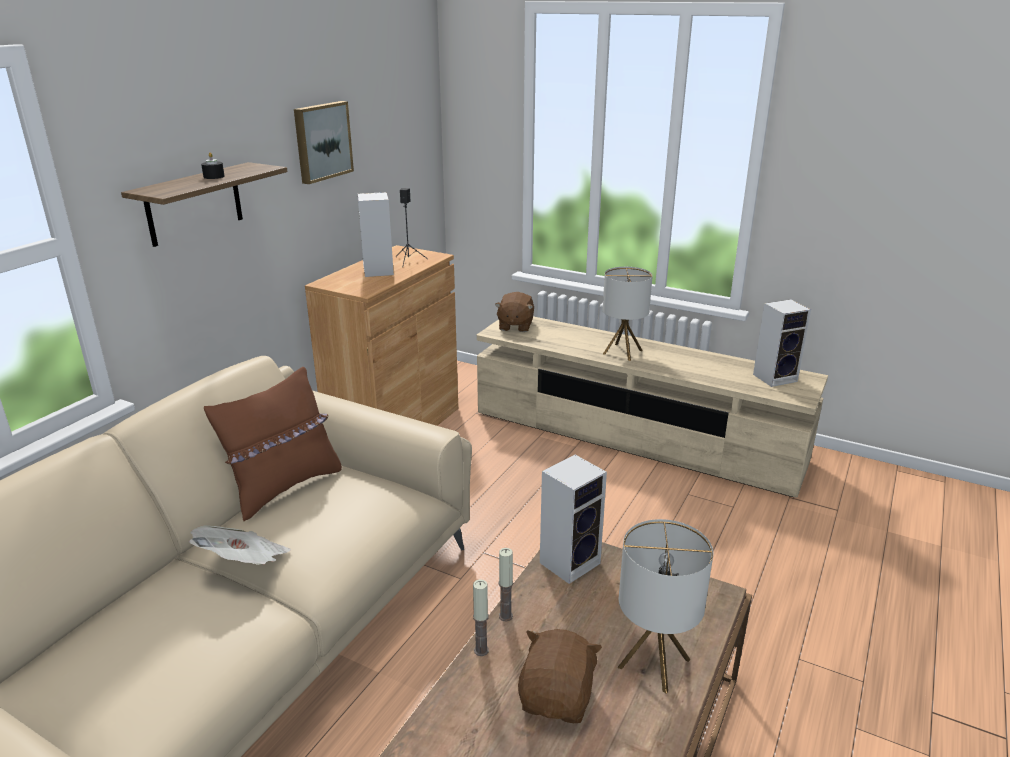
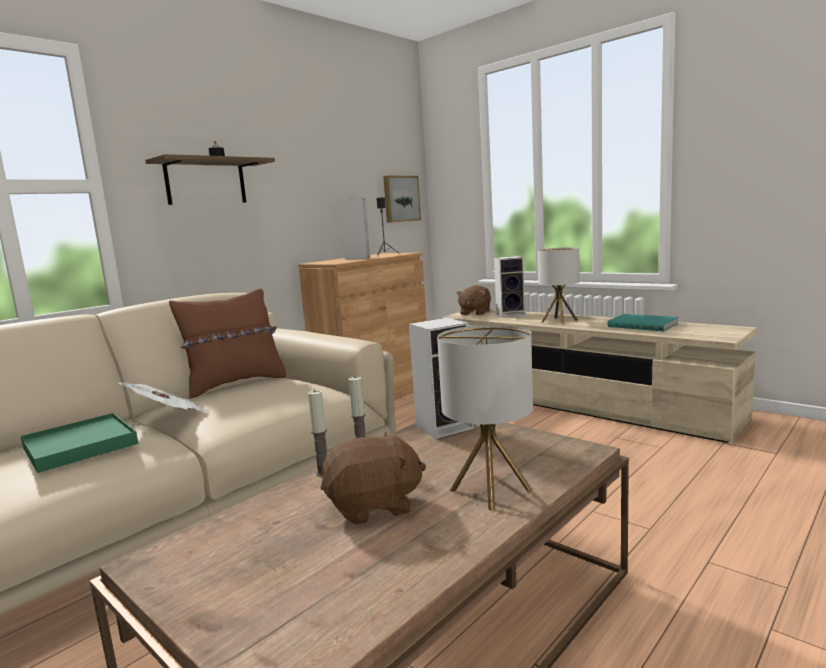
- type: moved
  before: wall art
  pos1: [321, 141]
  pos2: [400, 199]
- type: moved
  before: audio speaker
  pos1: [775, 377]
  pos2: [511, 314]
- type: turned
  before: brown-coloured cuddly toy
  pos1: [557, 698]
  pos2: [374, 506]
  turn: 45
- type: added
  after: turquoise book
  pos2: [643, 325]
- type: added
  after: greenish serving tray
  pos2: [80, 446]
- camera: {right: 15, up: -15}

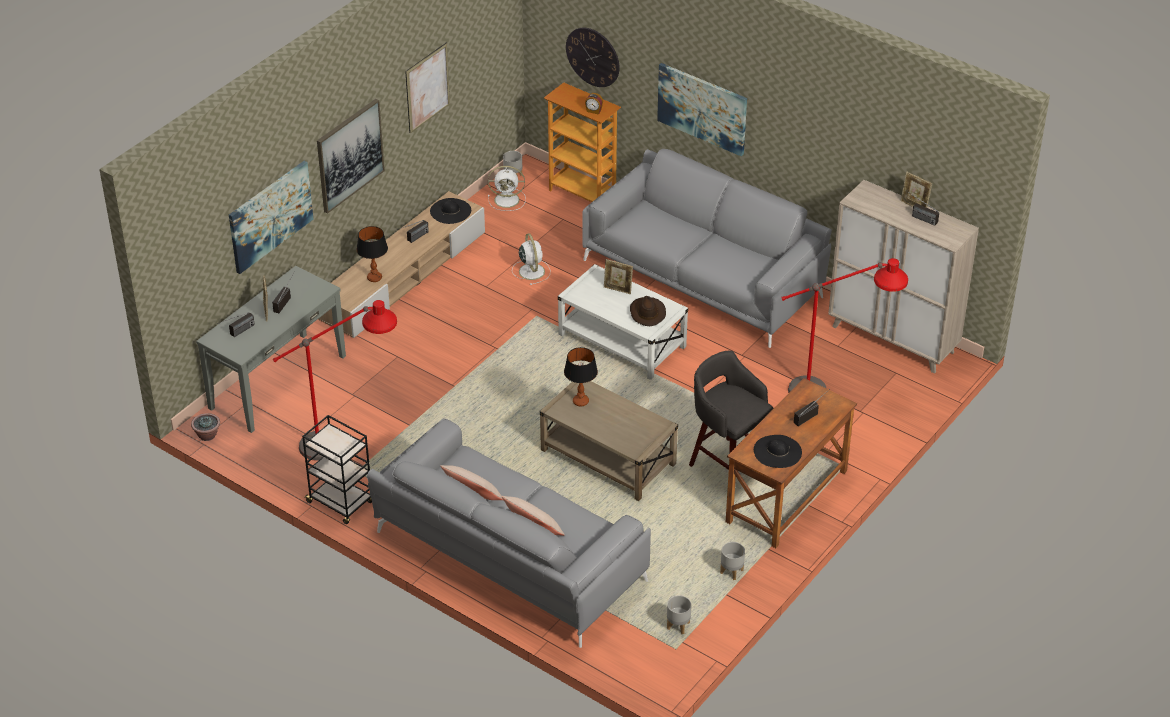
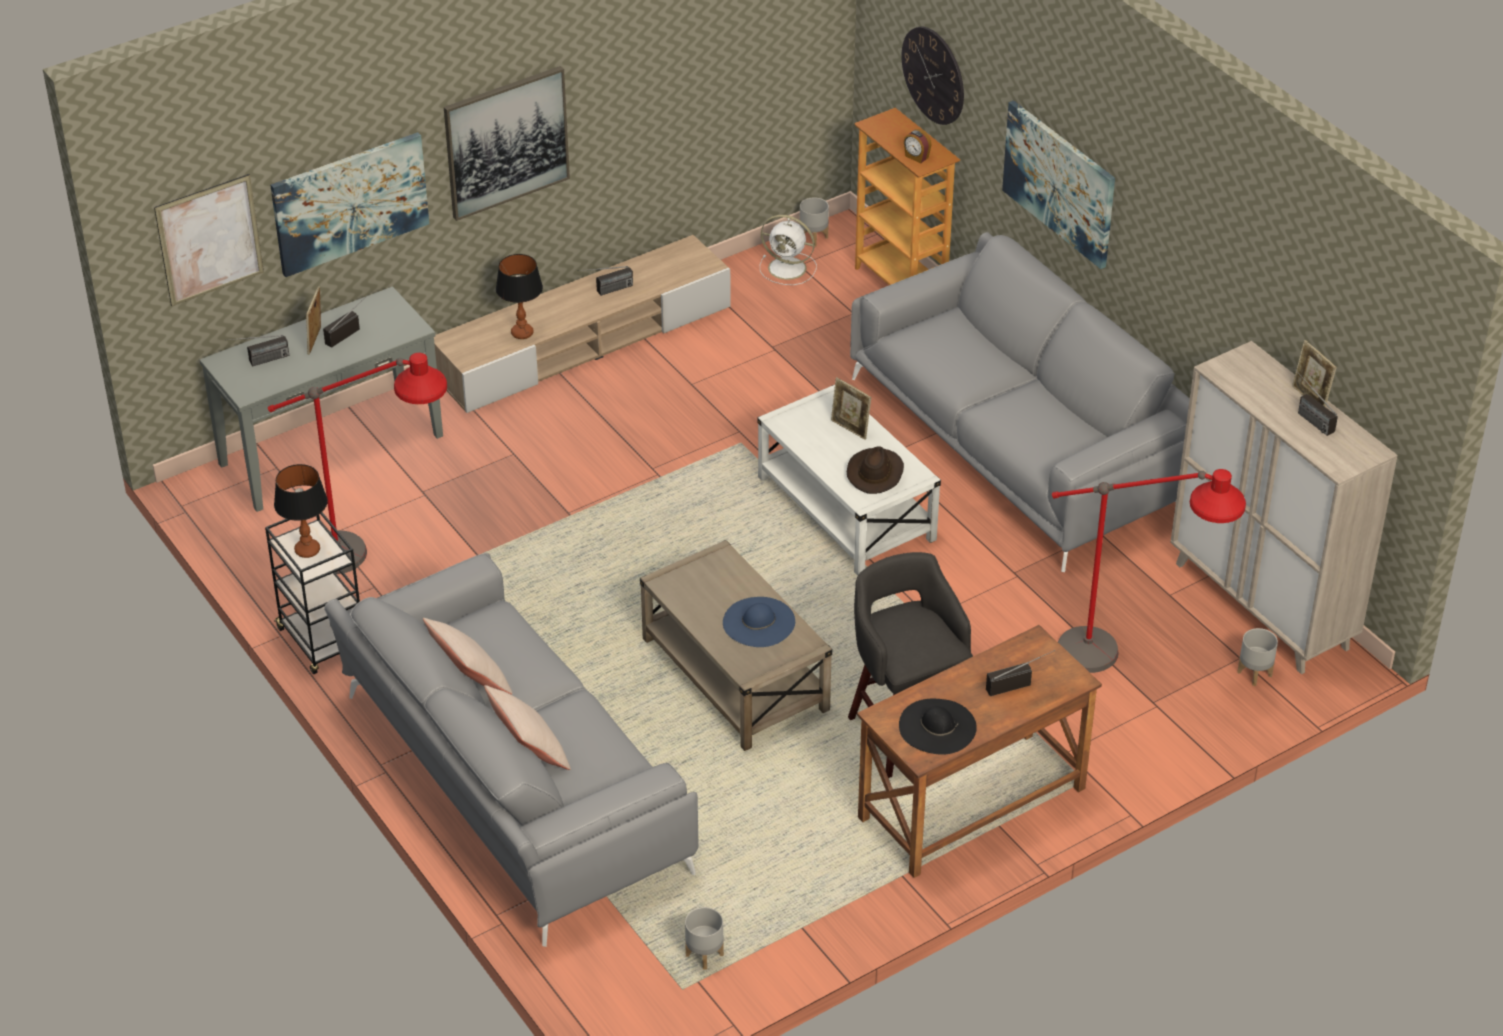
- type: moved
  before: wall art
  pos1: [427, 87]
  pos2: [209, 240]
- type: removed
  before: black-coloured wearable hat
  pos1: [450, 211]
- type: removed
  before: white-coloured electric fan
  pos1: [531, 271]
- type: moved
  before: table lamp
  pos1: [580, 401]
  pos2: [307, 550]
- type: removed
  before: houseplant
  pos1: [207, 435]
- type: moved
  before: gray flower pot
  pos1: [732, 571]
  pos2: [1255, 673]
- type: added
  after: bluish wearable hat
  pos2: [758, 622]
- camera: {right: 20, up: 0}

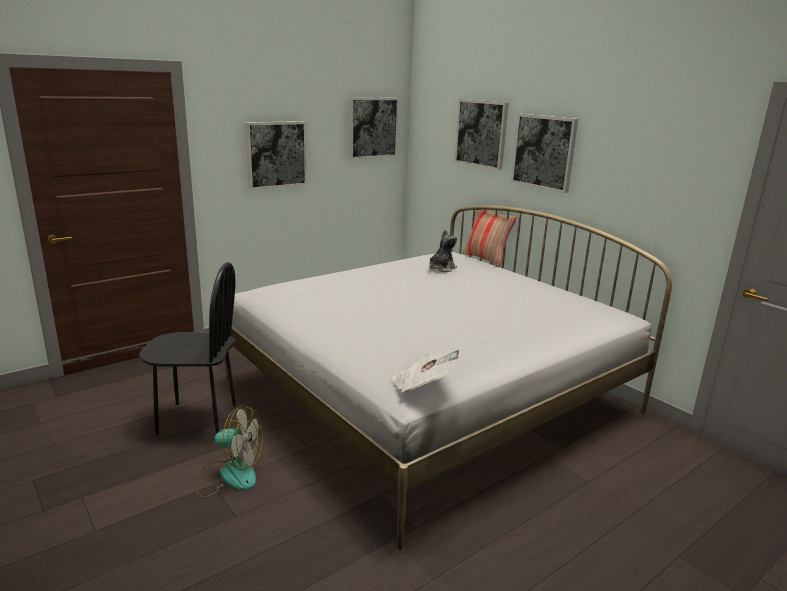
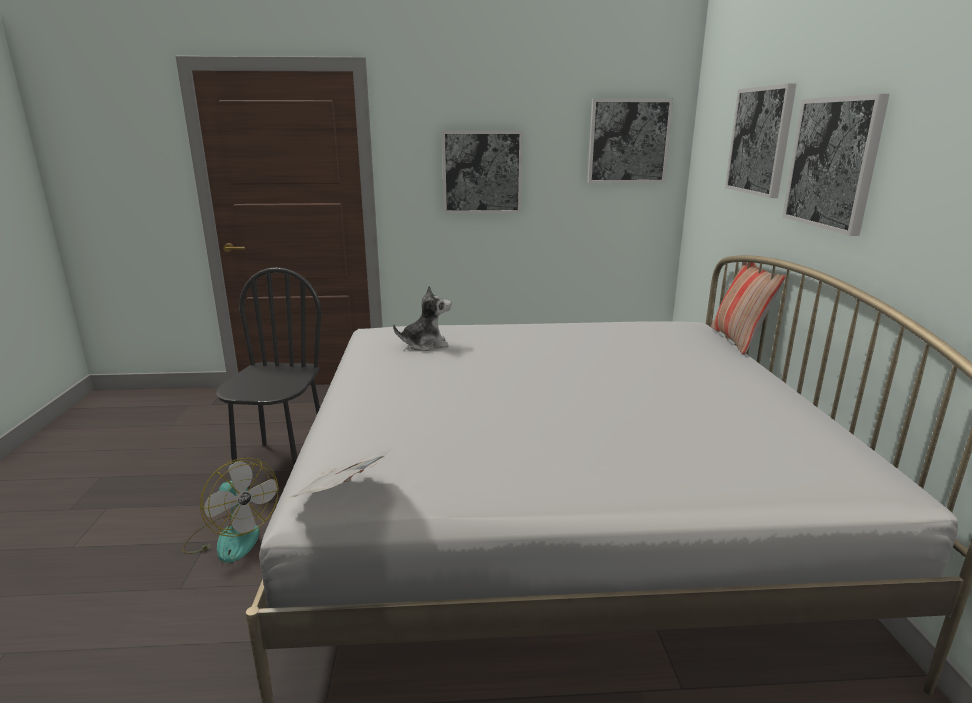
- type: moved
  before: cuddly toy
  pos1: [441, 268]
  pos2: [425, 345]
- type: turned
  before: black-coloured chair
  pos1: [197, 419]
  pos2: [281, 463]
  turn: -120
- camera: {right: 35, up: 0}

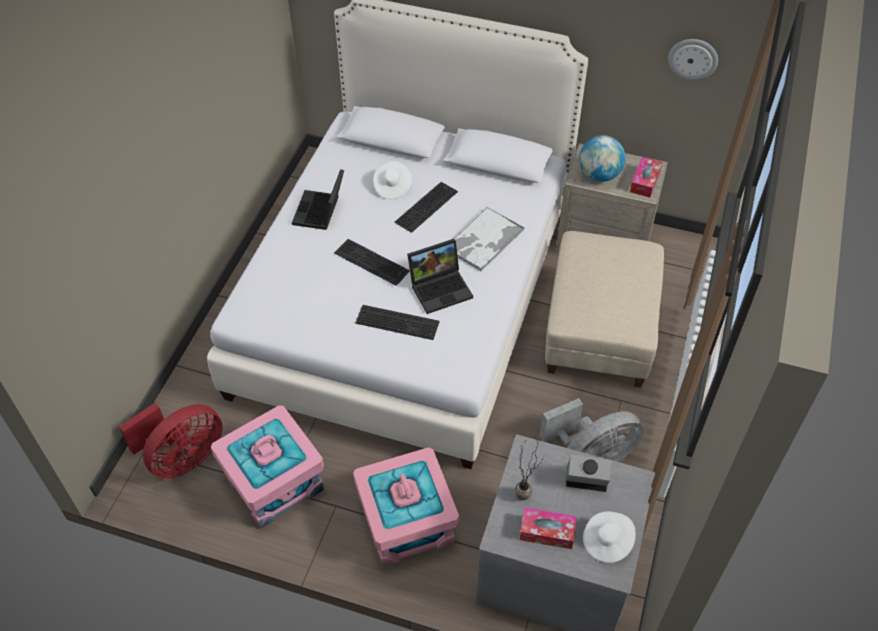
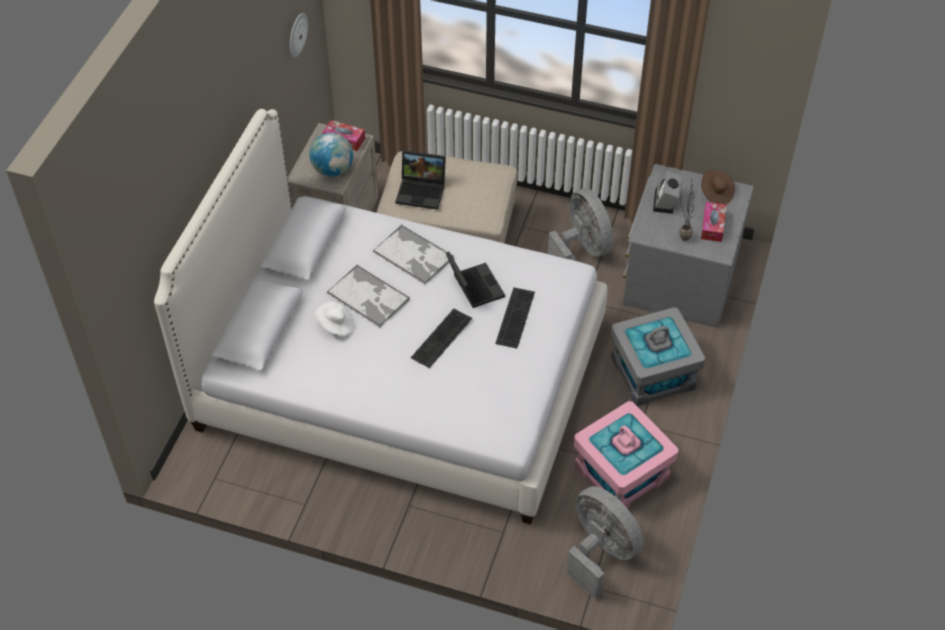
- type: moved
  before: notebook computer
  pos1: [320, 212]
  pos2: [422, 191]
- type: replaced
  before: keyboard
  after: serving tray
  pos1: [427, 208]
  pos2: [369, 297]
- type: recoloured
  before: red electric fan
  after: gray electric fan
  pos1: [182, 458]
  pos2: [600, 552]
- type: recoloured
  before: pinkish storage bin
  after: gray storage bin
  pos1: [406, 523]
  pos2: [653, 373]
- type: recoloured
  before: white-coloured wearable hat
  after: brown-coloured wearable hat
  pos1: [607, 542]
  pos2: [716, 194]
- camera: {right: -90, up: 0}

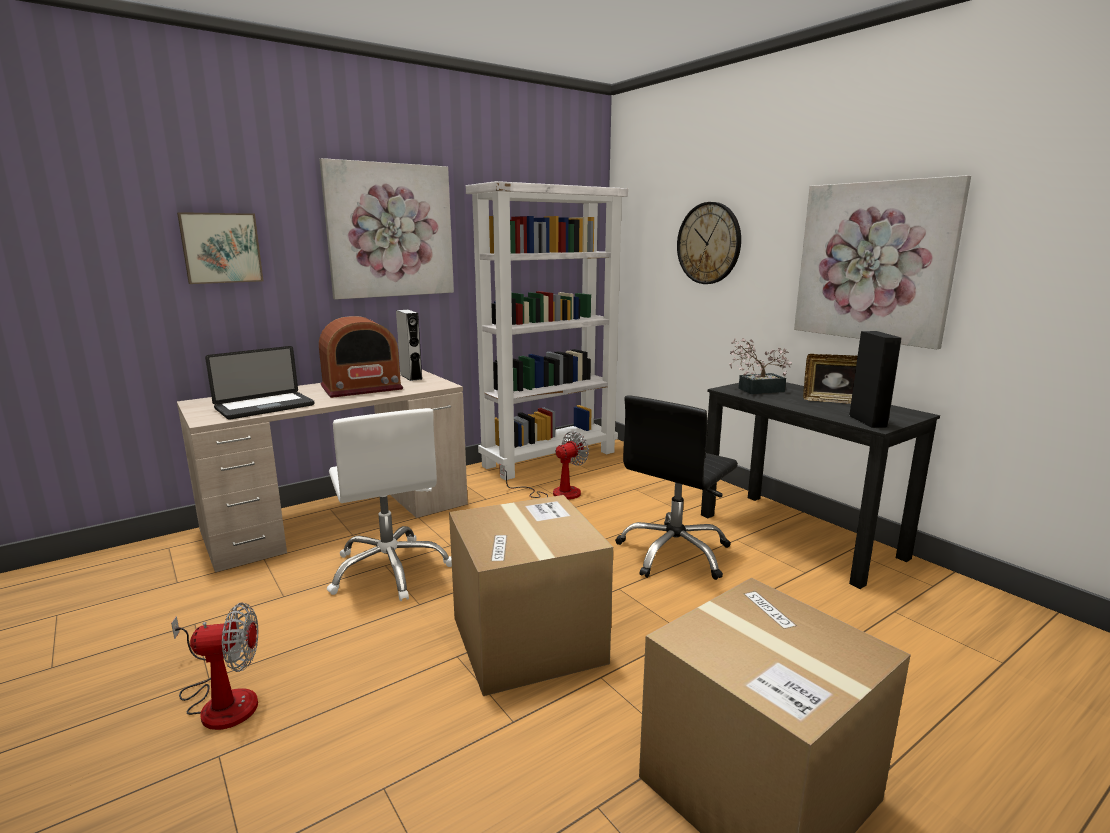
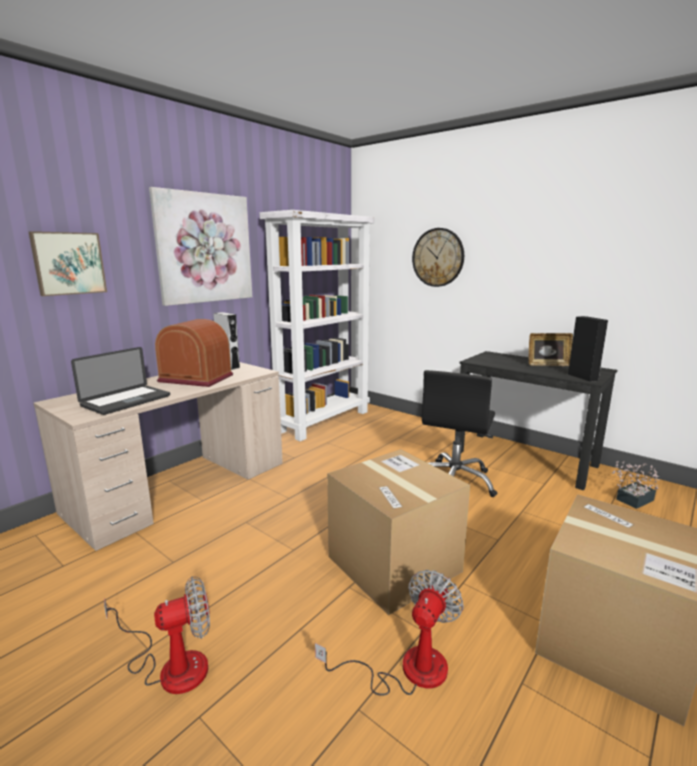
- type: removed
  before: wall art
  pos1: [873, 262]
- type: turned
  before: radio set
  pos1: [362, 388]
  pos2: [196, 378]
  turn: -120
- type: moved
  before: houseplant
  pos1: [756, 390]
  pos2: [632, 500]
- type: removed
  before: white-coloured computer chair
  pos1: [390, 569]
- type: moved
  before: electric fan
  pos1: [555, 493]
  pos2: [407, 669]
- camera: {right: -15, up: 0}

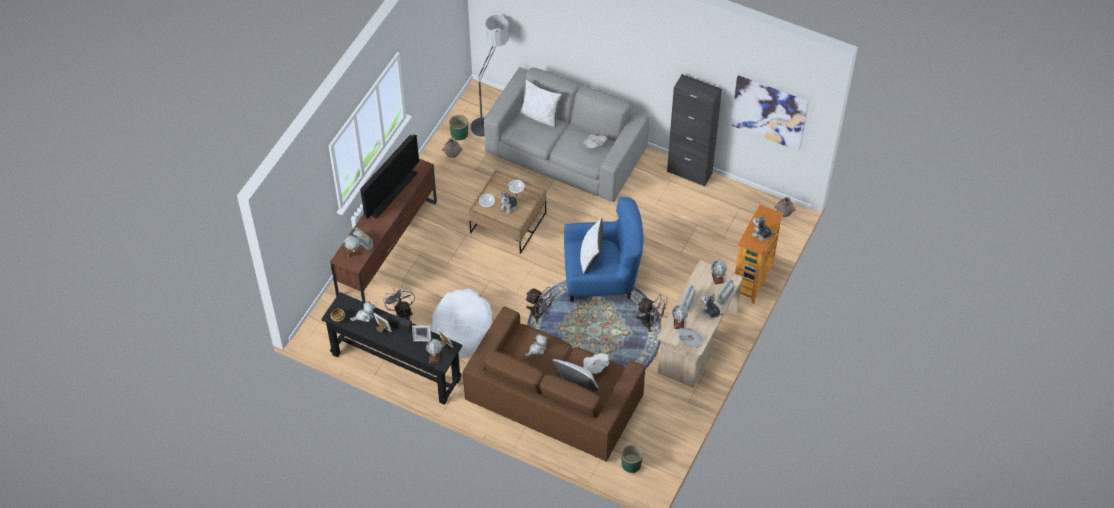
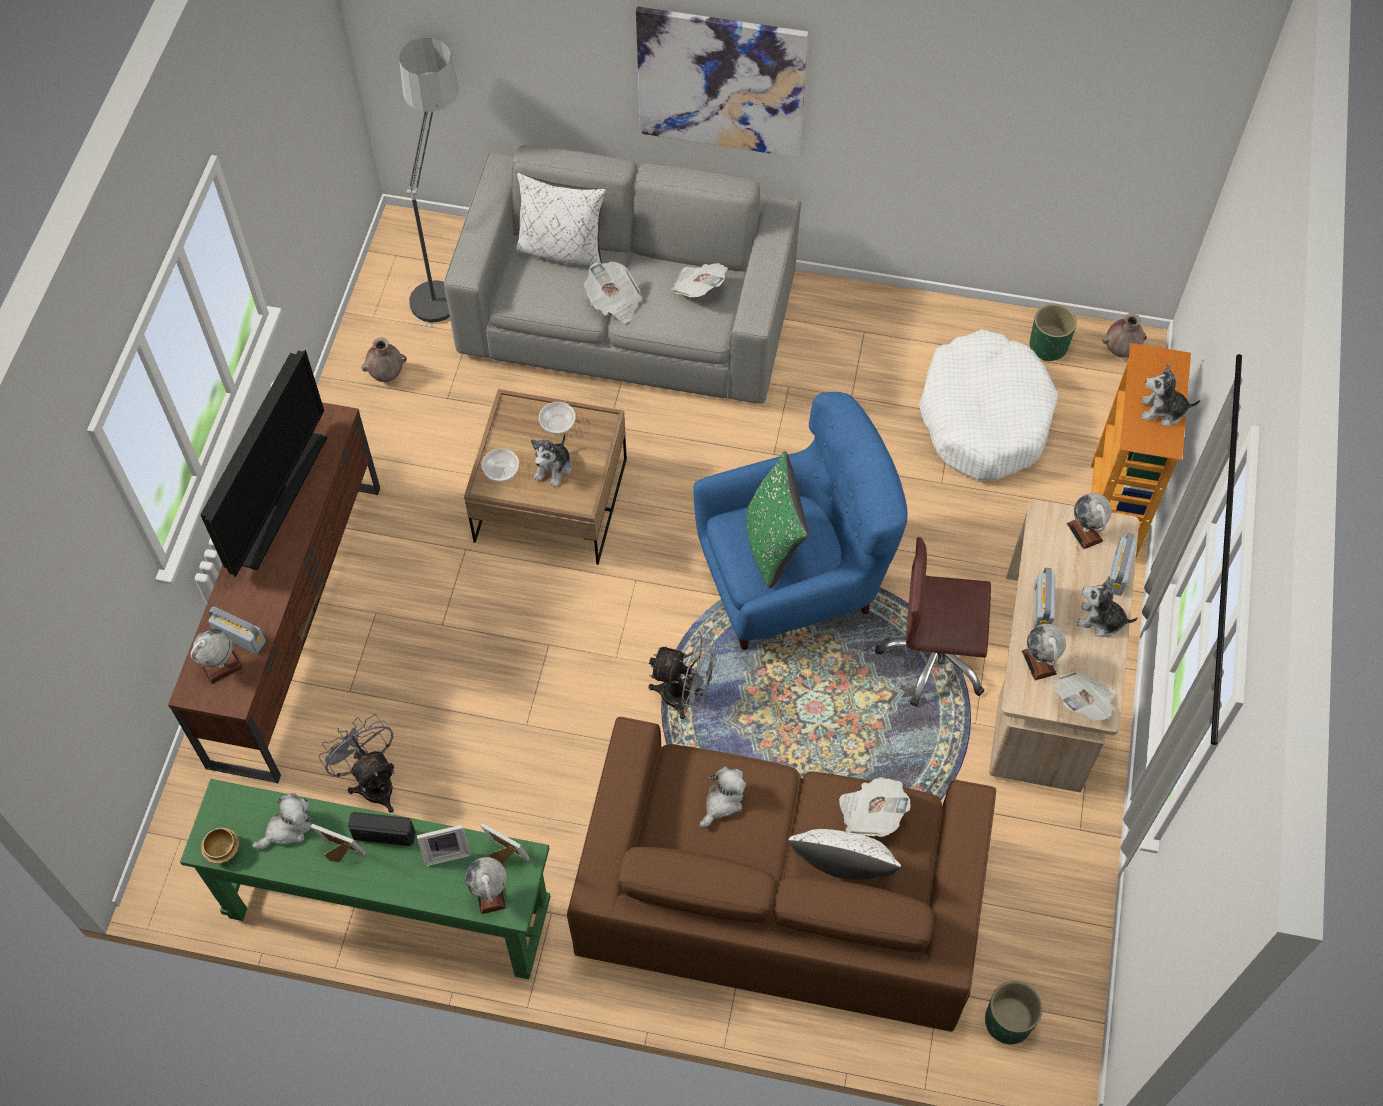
- type: removed
  before: black-coloured storage cabinet
  pos1: [689, 172]
- type: moved
  before: wall art
  pos1: [769, 112]
  pos2: [721, 82]
- type: moved
  before: greenish flower pot
  pos1: [459, 134]
  pos2: [1048, 346]
- type: recoloured
  before: white-coloured throw pillow
  after: greenish throw pillow
  pos1: [591, 257]
  pos2: [773, 544]
- type: moved
  before: white-coloured pet bed
  pos1: [461, 329]
  pos2: [984, 417]
- type: recoloured
  before: black-coloured narrow table
  after: greenish narrow table
  pos1: [396, 367]
  pos2: [389, 910]
- type: replaced
  before: gray electric fan
  after: brown-coloured computer chair
  pos1: [651, 323]
  pos2: [934, 658]
- type: added
  after: daily paper
  pos2: [614, 302]
- camera: {right: -15, up: 5}

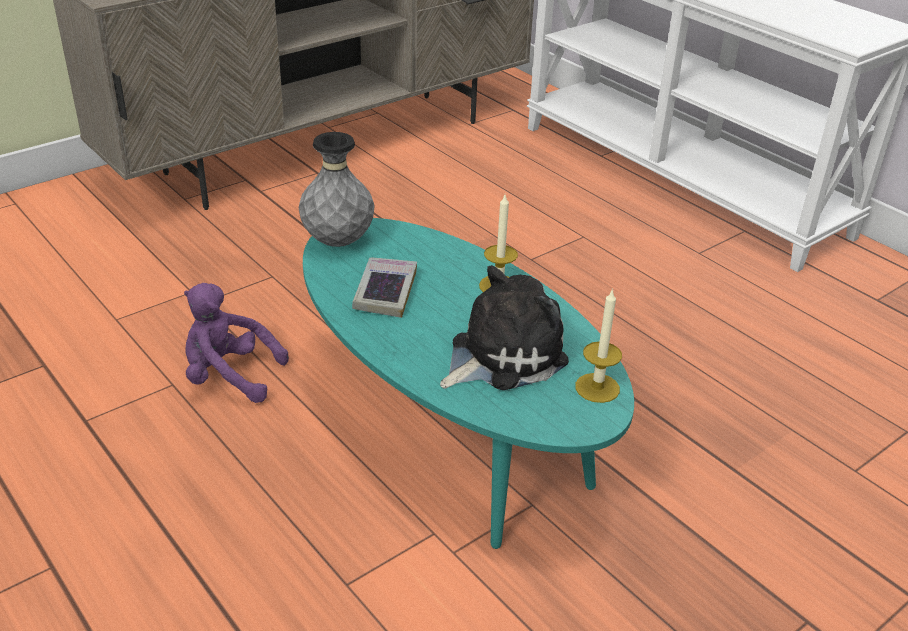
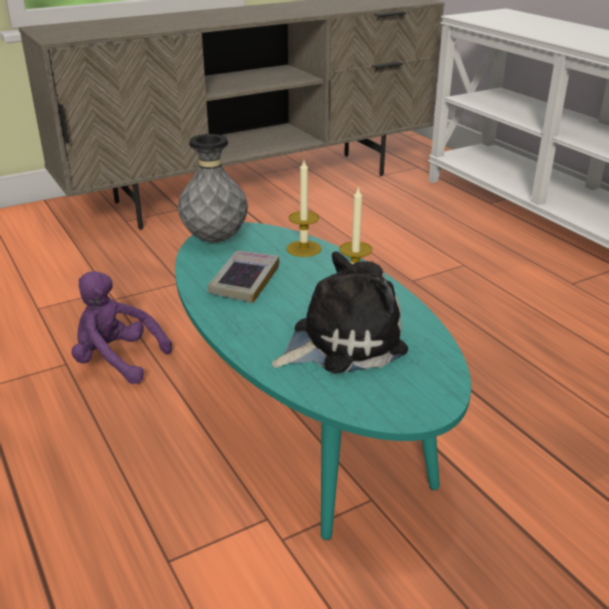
- type: moved
  before: wax light
  pos1: [597, 388]
  pos2: [304, 248]
- camera: {right: 10, up: -5}

